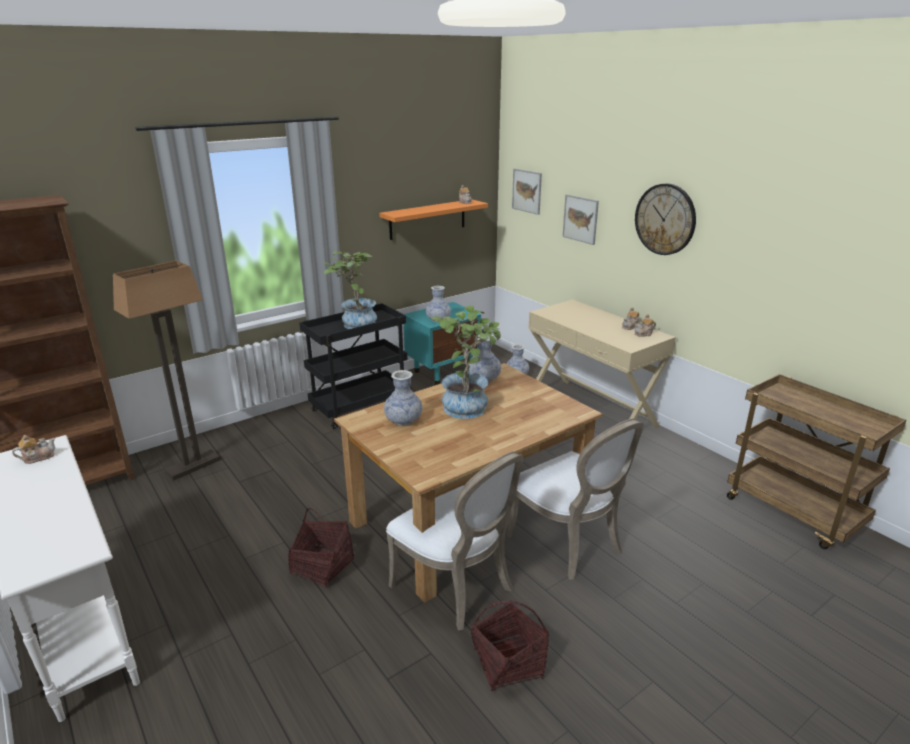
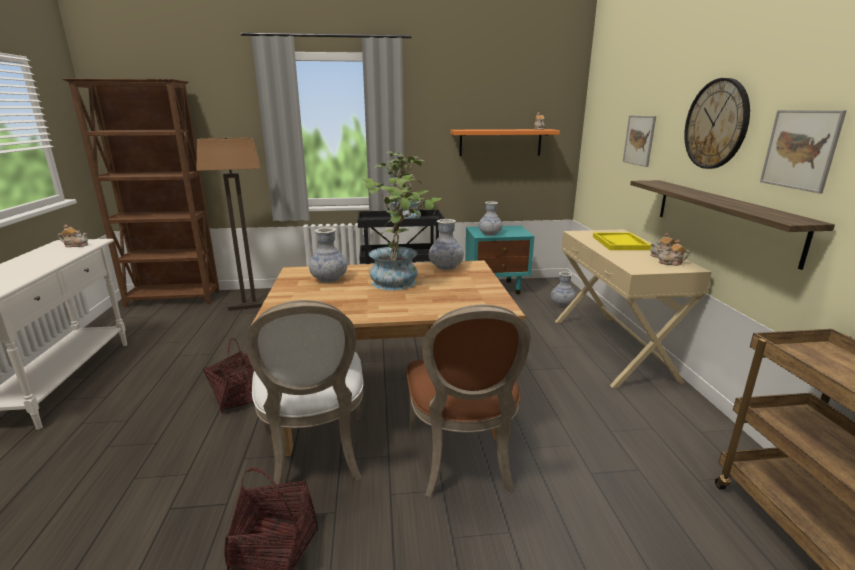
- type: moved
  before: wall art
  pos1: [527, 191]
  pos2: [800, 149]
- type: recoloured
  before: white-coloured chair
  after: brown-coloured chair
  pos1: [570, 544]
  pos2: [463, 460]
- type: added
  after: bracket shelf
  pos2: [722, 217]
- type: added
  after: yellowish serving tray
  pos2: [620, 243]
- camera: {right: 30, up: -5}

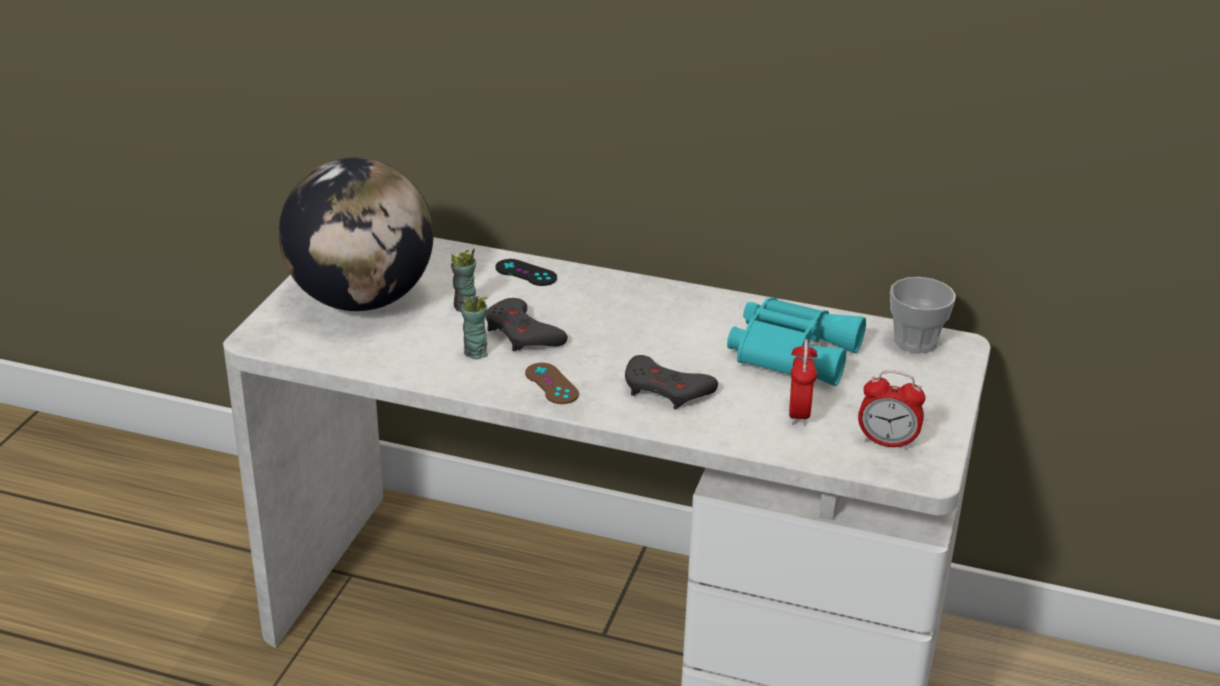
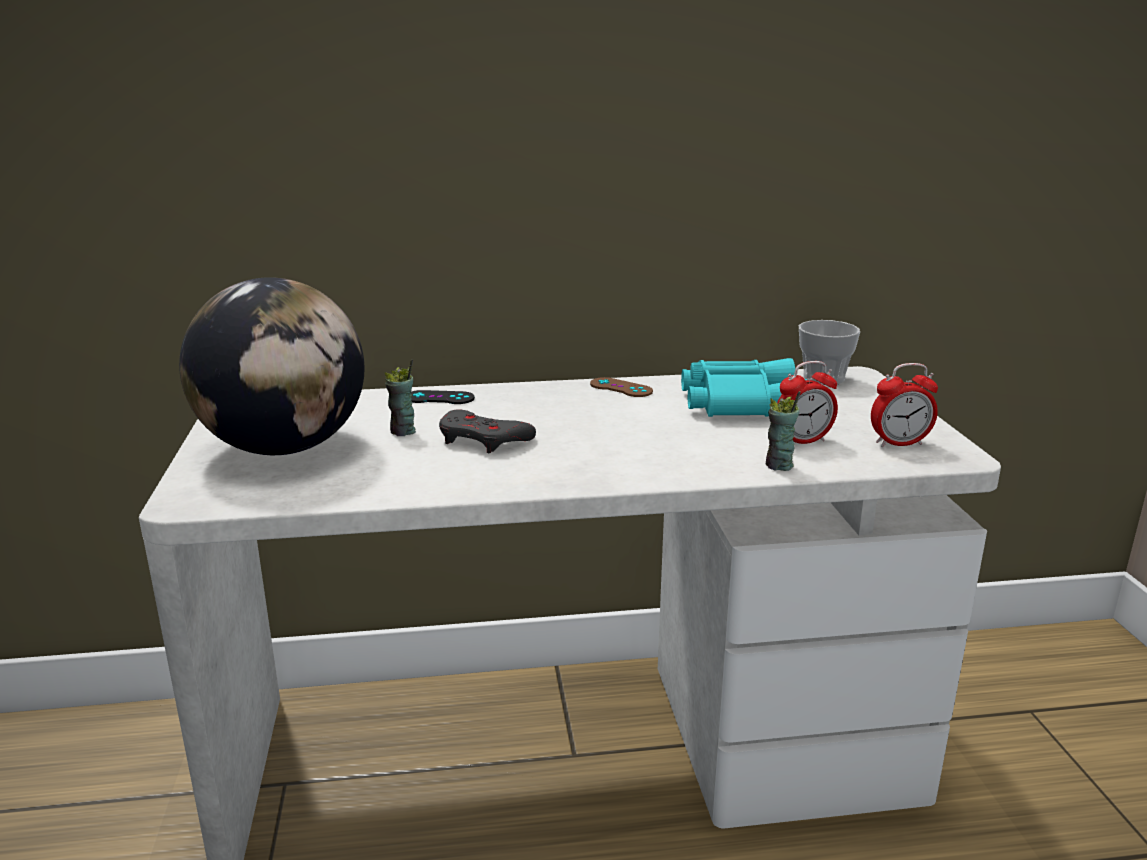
- type: moved
  before: cup
  pos1: [475, 353]
  pos2: [778, 465]
- type: turned
  before: alarm clock
  pos1: [799, 414]
  pos2: [802, 441]
  turn: -90
- type: removed
  before: gray game controller
  pos1: [666, 389]
- type: moved
  before: brown-coloured game controller
  pos1: [551, 384]
  pos2: [621, 388]
- camera: {right: -25, up: -10}

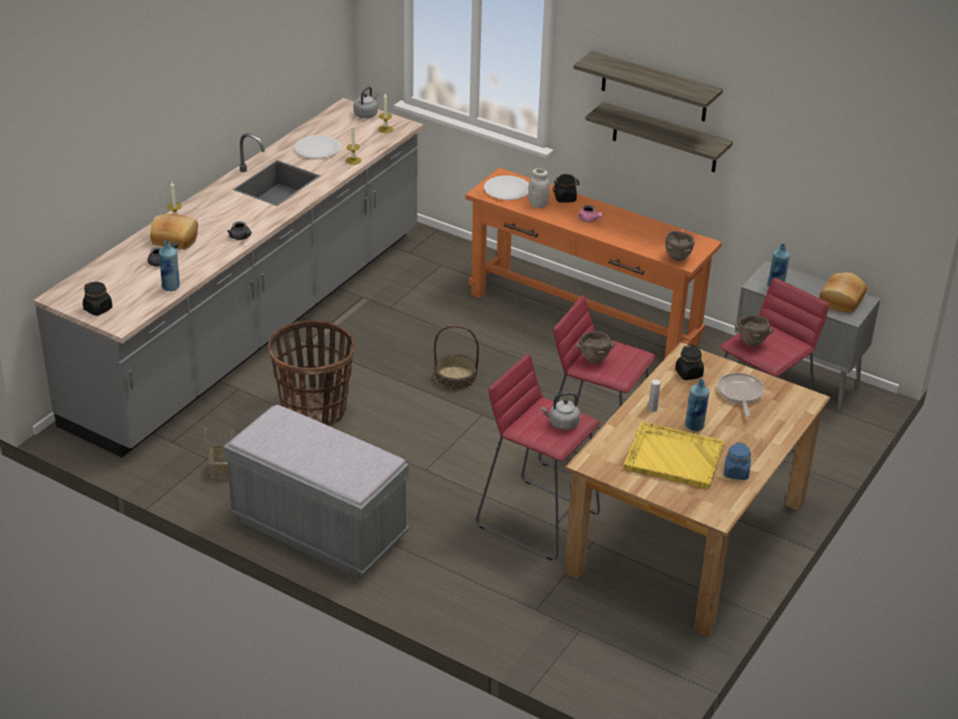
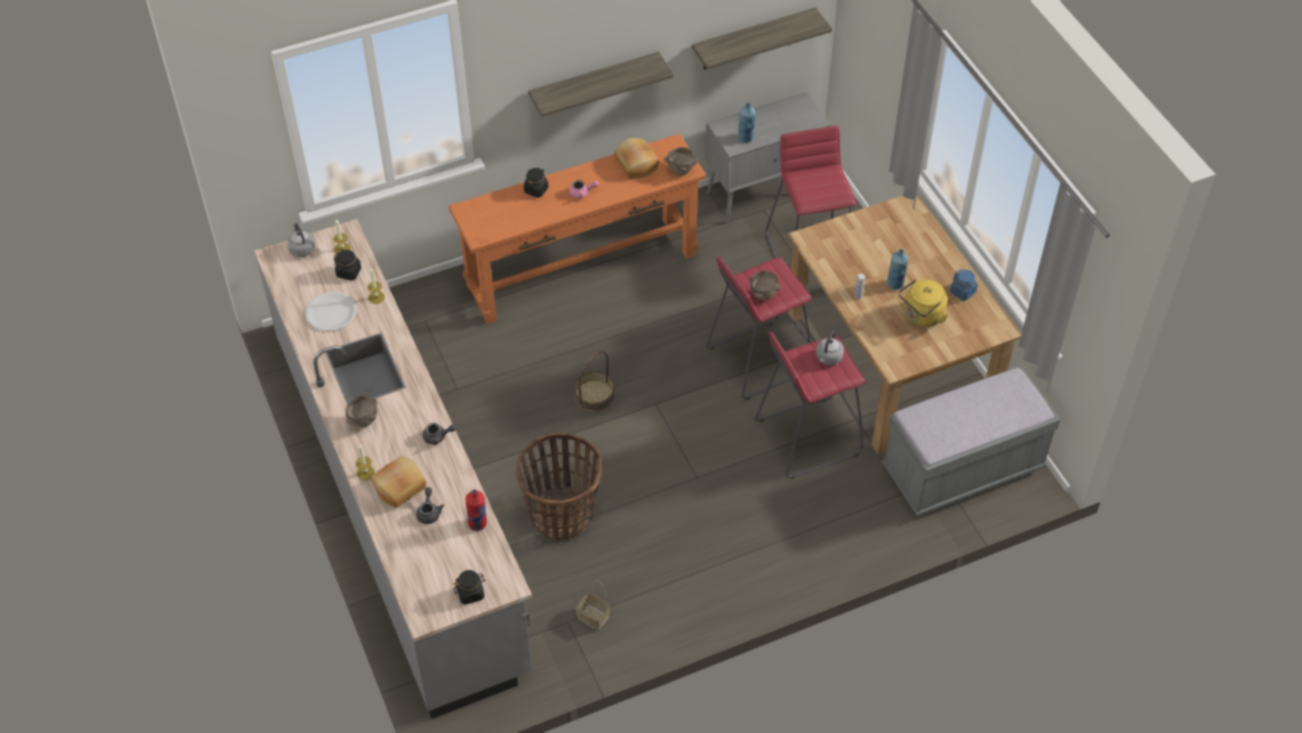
- type: moved
  before: bracket shelf
  pos1: [654, 87]
  pos2: [753, 39]
- type: removed
  before: white-coloured preserve jar
  pos1: [538, 205]
- type: removed
  before: white-coloured flat dish
  pos1: [507, 189]
- type: recoloured
  before: bluish drink bottle
  after: red drink bottle
  pos1: [171, 287]
  pos2: [478, 523]
- type: moved
  before: bread
  pos1: [840, 300]
  pos2: [635, 165]
- type: moved
  before: brown-coloured serving bowl
  pos1: [752, 343]
  pos2: [364, 421]
- type: moved
  before: black-coloured preserve jar
  pos1: [689, 374]
  pos2: [349, 272]
- type: removed
  before: pan
  pos1: [740, 394]
- type: moved
  before: gray indoor bench
  pos1: [318, 530]
  pos2: [962, 470]
- type: replaced
  before: yellowish serving tray
  after: yellowish water kettle
  pos1: [673, 457]
  pos2: [921, 316]
- camera: {right: -55, up: 15}

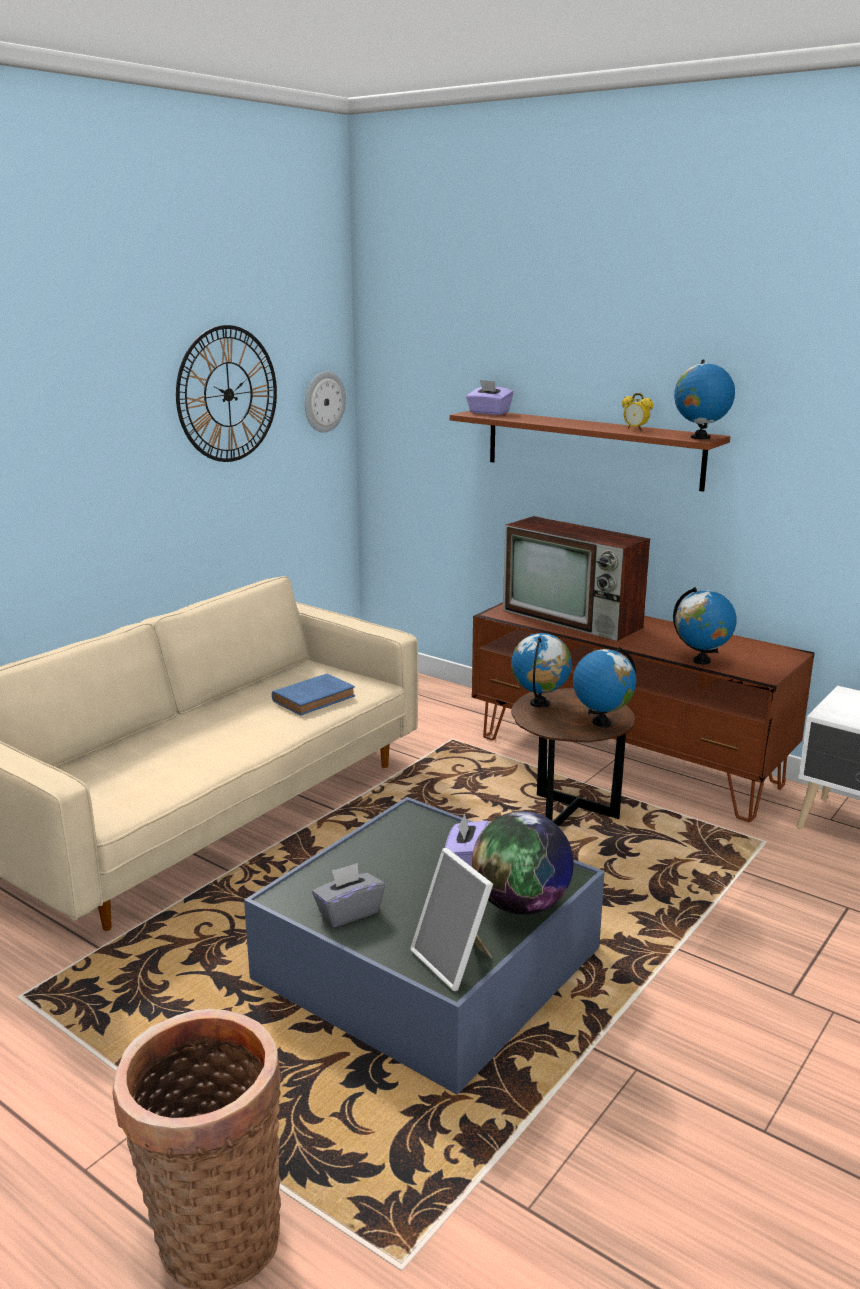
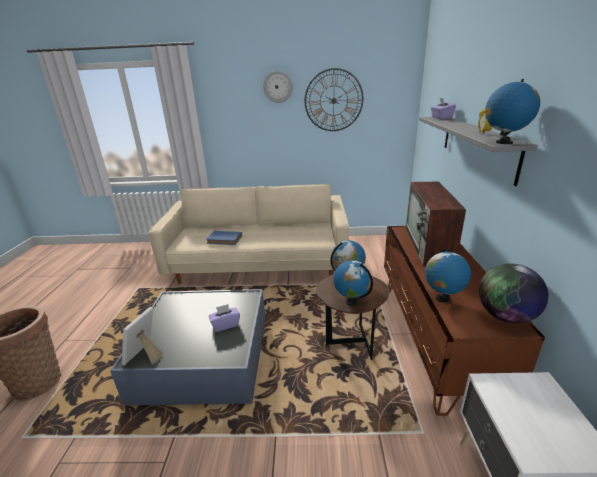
- type: moved
  before: hanging clock
  pos1: [323, 401]
  pos2: [278, 86]
- type: recoloured
  before: brown-coloured bracket shelf
  after: gray bracket shelf
  pos1: [592, 448]
  pos2: [477, 145]
- type: moved
  before: bluish book
  pos1: [315, 698]
  pos2: [225, 240]
- type: moved
  before: world globe
  pos1: [521, 905]
  pos2: [505, 316]
- type: removed
  before: gray tissue holder
  pos1: [348, 912]
- camera: {right: 55, up: 5}

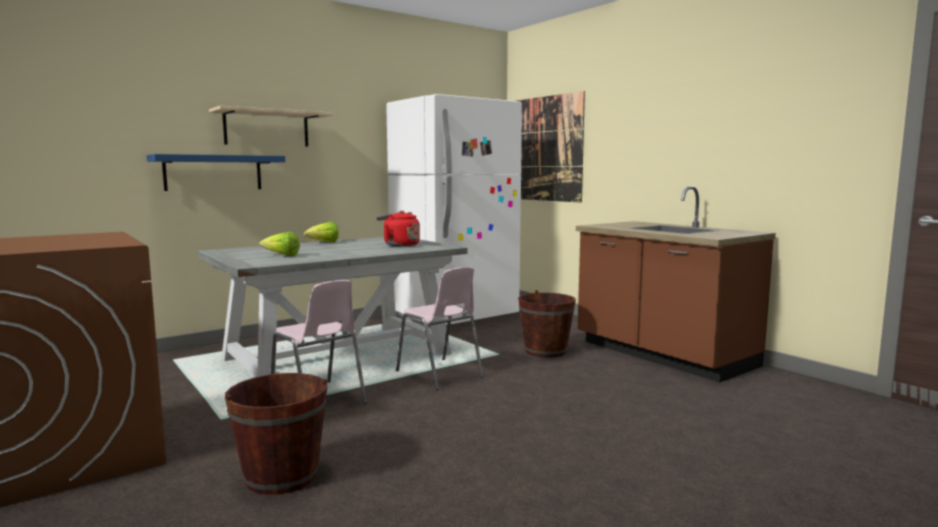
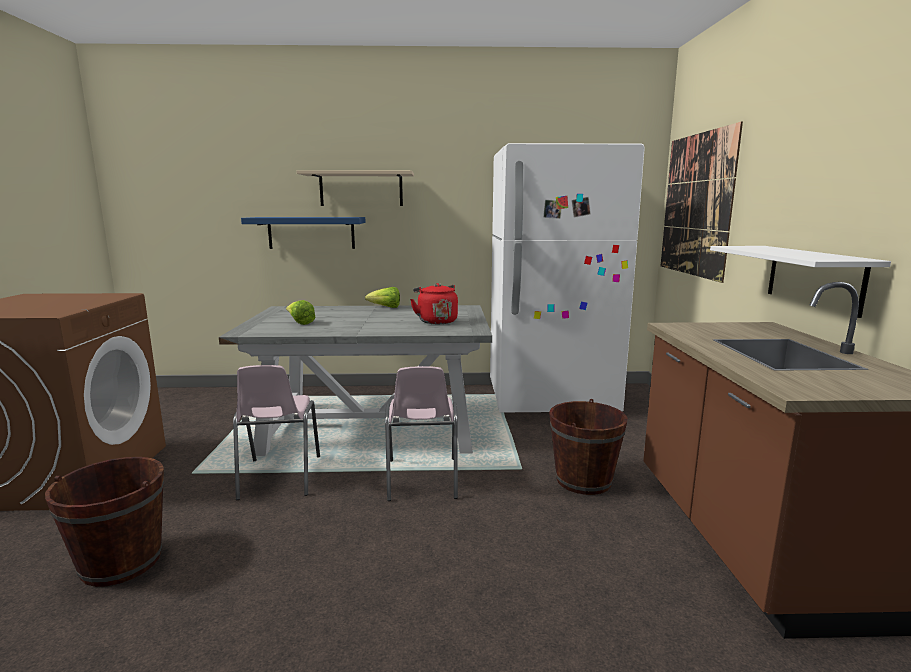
- type: added
  after: white-coloured bracket shelf
  pos2: [813, 278]
- camera: {right: 35, up: 5}

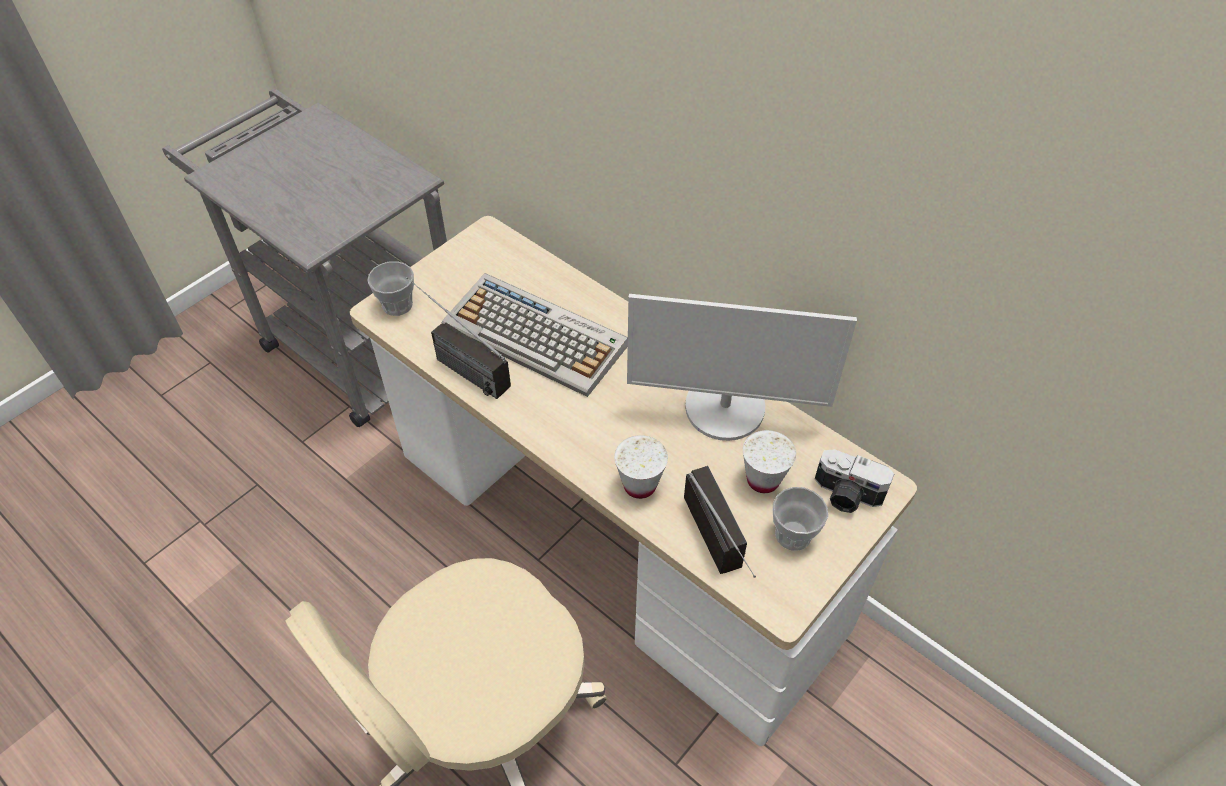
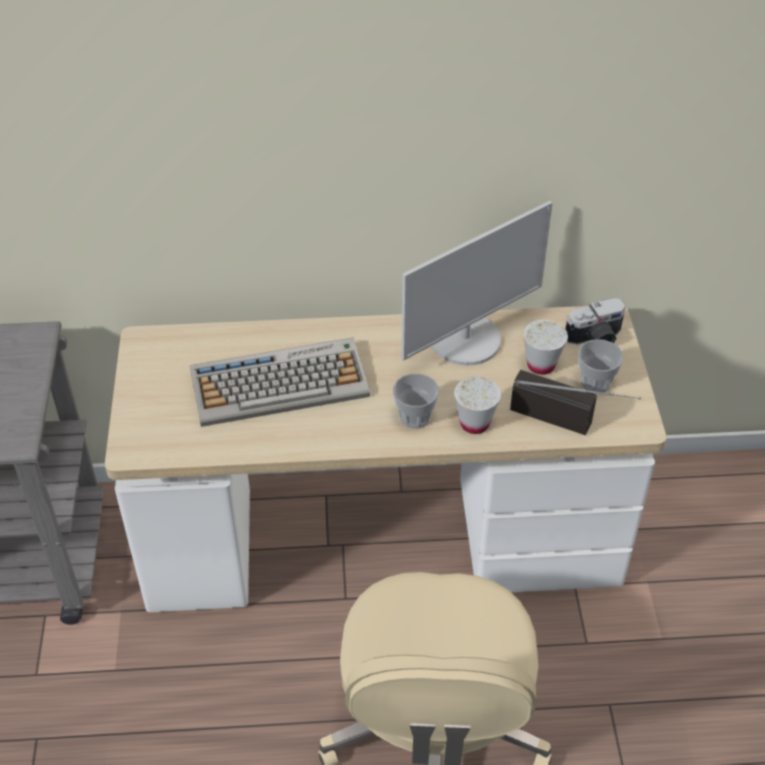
- type: moved
  before: cup
  pos1: [397, 305]
  pos2: [415, 417]
- type: removed
  before: radio set
  pos1: [455, 364]
- camera: {right: -45, up: -5}

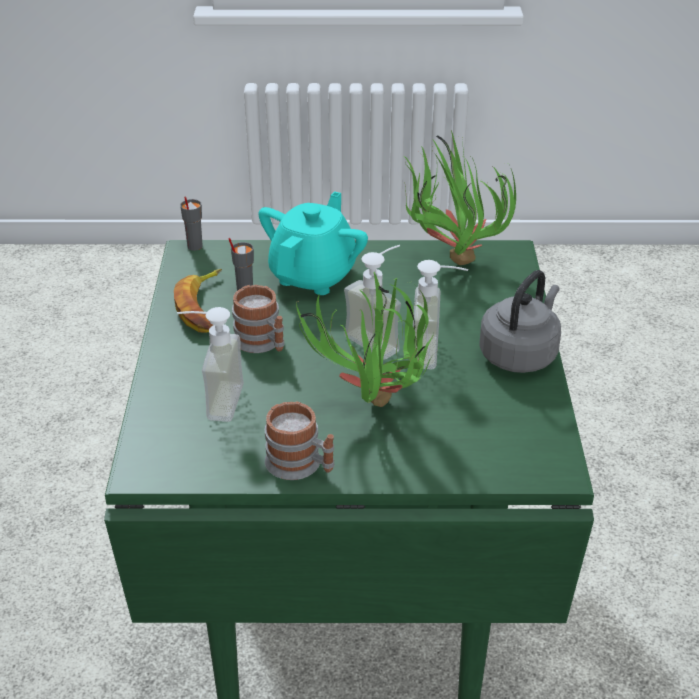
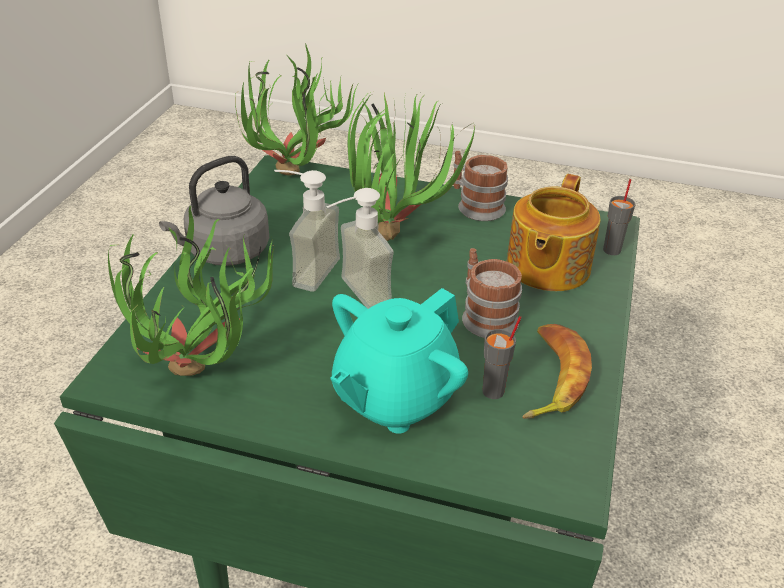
- type: moved
  before: gray cup
  pos1: [194, 246]
  pos2: [612, 250]
- type: replaced
  before: soap bottle
  after: teapot
  pos1: [212, 400]
  pos2: [546, 267]
- type: added
  after: houseplant
  pos2: [296, 181]
- camera: {right: -165, up: 0}

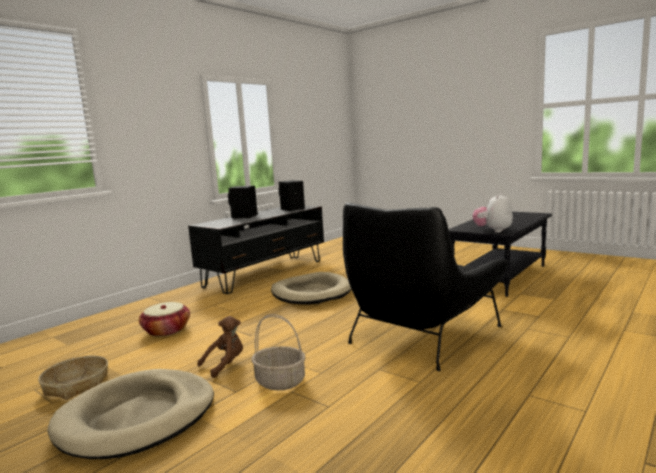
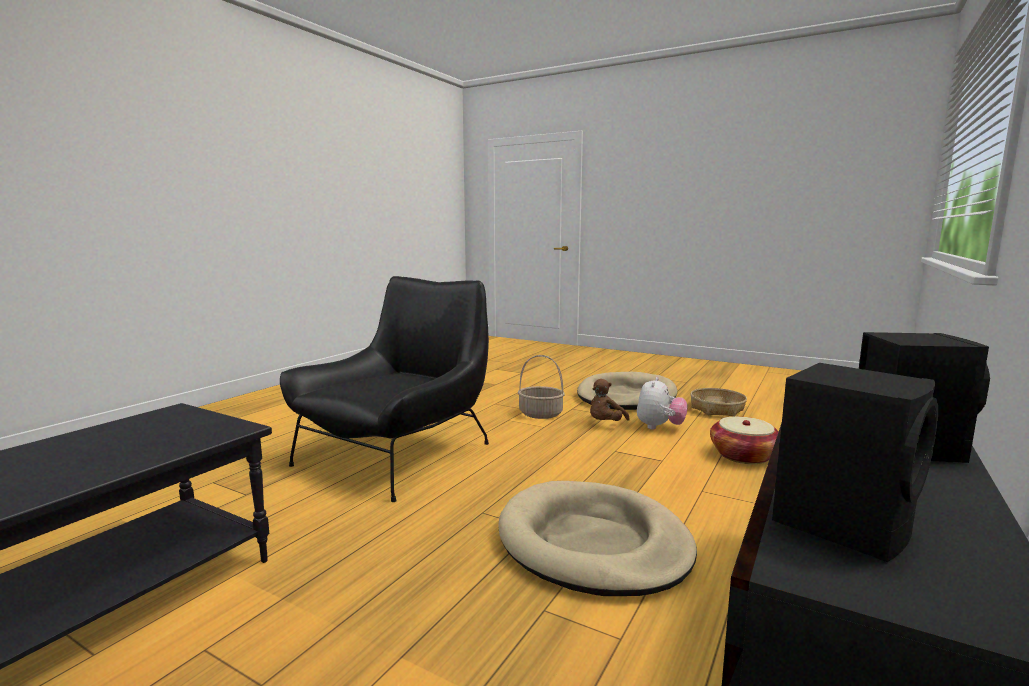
- type: moved
  before: cuddly toy
  pos1: [493, 231]
  pos2: [659, 427]
- camera: {right: 170, up: 0}

